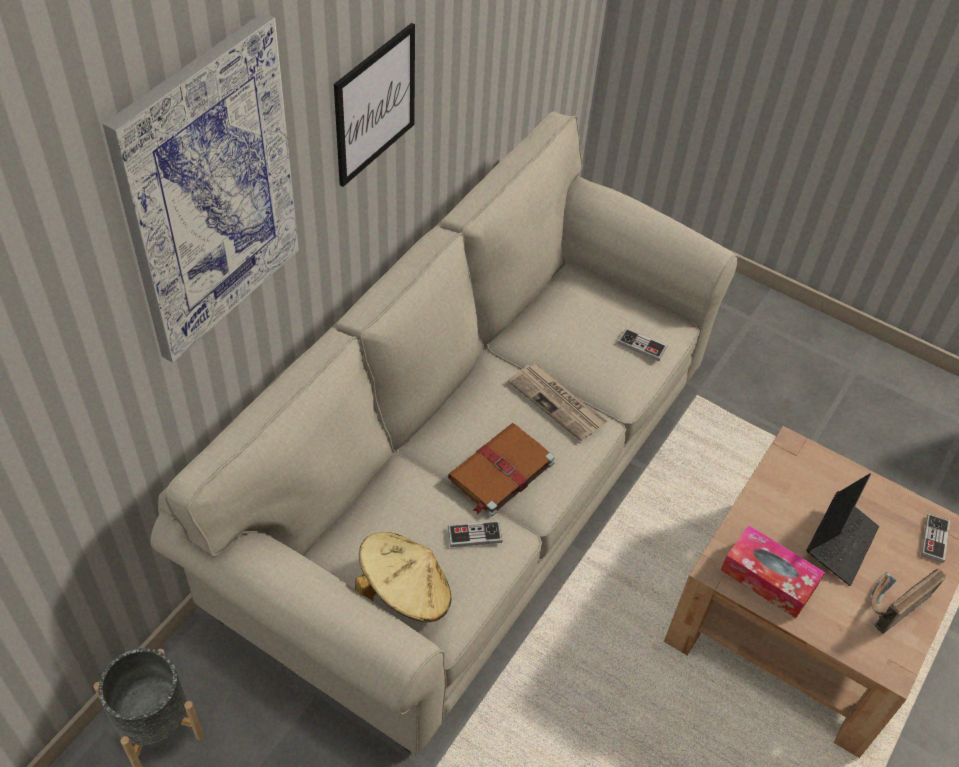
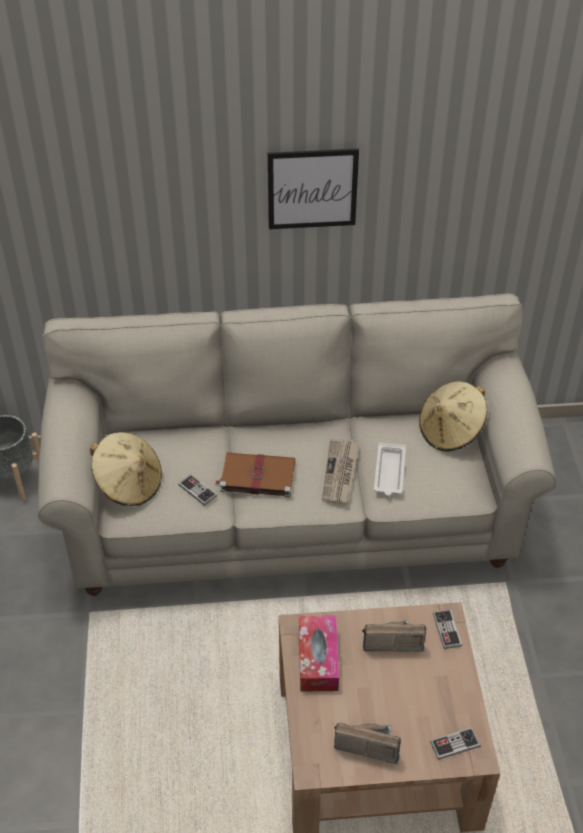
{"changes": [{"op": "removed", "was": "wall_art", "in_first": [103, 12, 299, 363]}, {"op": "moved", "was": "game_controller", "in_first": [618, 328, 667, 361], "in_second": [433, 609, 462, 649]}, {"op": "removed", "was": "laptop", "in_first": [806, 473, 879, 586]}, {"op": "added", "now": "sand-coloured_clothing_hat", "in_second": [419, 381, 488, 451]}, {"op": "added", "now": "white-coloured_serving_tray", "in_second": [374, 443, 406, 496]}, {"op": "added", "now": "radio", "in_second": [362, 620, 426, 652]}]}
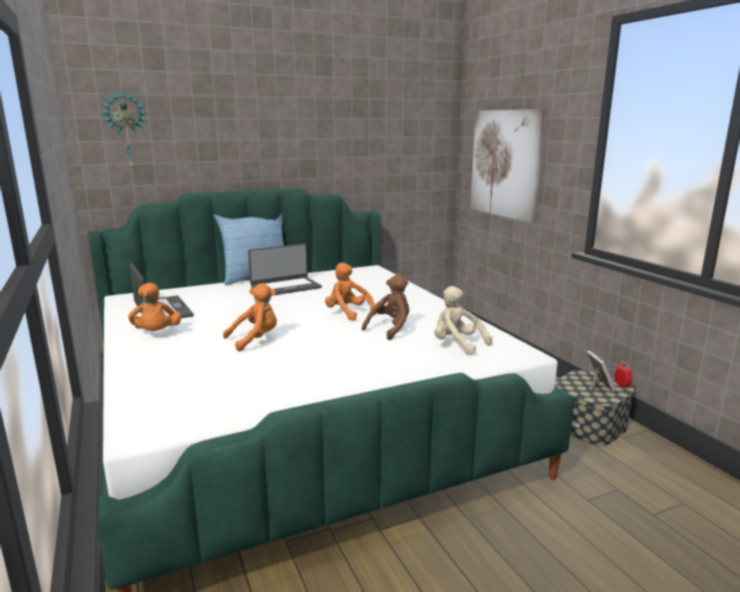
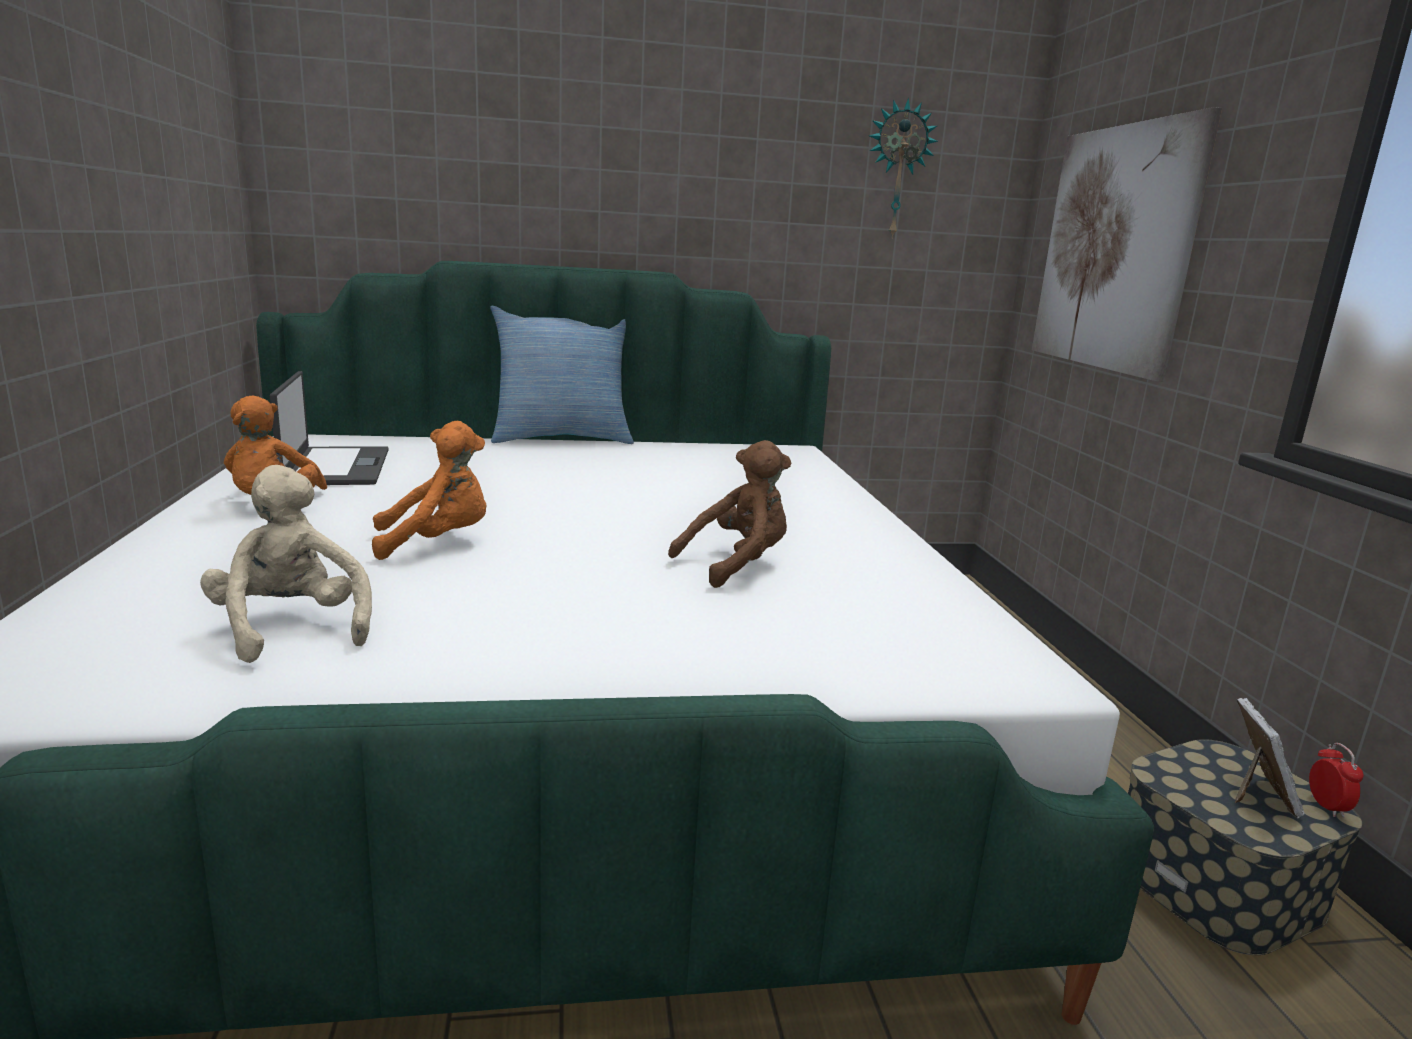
{"changes": [{"op": "moved", "was": "clock_on_the_wall", "in_first": [101, 91, 148, 170], "in_second": [868, 98, 938, 238]}, {"op": "removed", "was": "laptop", "in_first": [248, 243, 322, 295]}, {"op": "removed", "was": "orangey_plush_toy", "in_first": [325, 263, 376, 321]}, {"op": "moved", "was": "sand-coloured_plush_toy", "in_first": [434, 286, 492, 355], "in_second": [200, 465, 372, 663]}]}
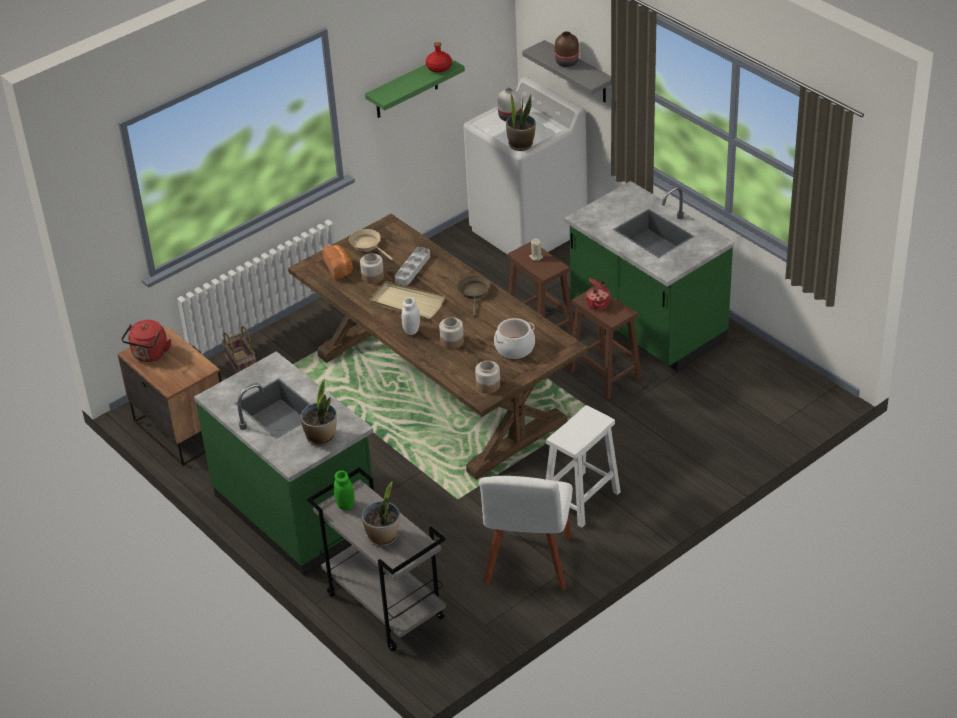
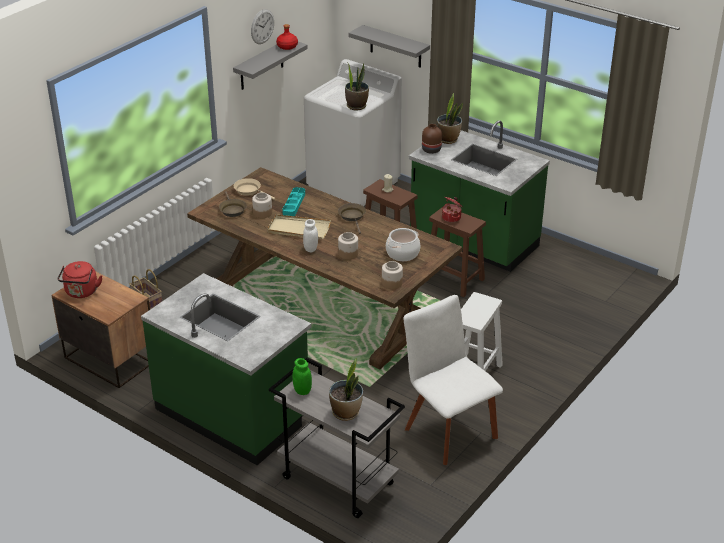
{"changes": [{"op": "moved", "was": "brown-coloured_flower_vase", "in_first": [555, 31, 579, 67], "in_second": [422, 124, 442, 154]}, {"op": "recoloured", "was": "green_bracket_shelf", "now": "greyish_bracket_shelf", "in_first": [365, 59, 465, 118], "in_second": [233, 42, 308, 90]}, {"op": "removed", "was": "white-coloured_flower_vase", "in_first": [498, 87, 521, 121]}, {"op": "replaced", "was": "baked_bread", "now": "brown-coloured_frying_pan", "in_first": [323, 245, 353, 280], "in_second": [219, 191, 247, 217]}, {"op": "recoloured", "was": "greyish_serving_tray", "now": "blue-green_serving_tray", "in_first": [395, 247, 430, 286], "in_second": [282, 187, 305, 216]}, {"op": "moved", "was": "plant_in_a_pot", "in_first": [300, 378, 337, 446], "in_second": [437, 93, 463, 144]}, {"op": "turned", "was": "white-coloured_plain_chair", "in_first": [479, 476, 573, 590], "in_second": [404, 295, 503, 465], "clockwise": 150}, {"op": "added", "now": "clock_on_the_wall", "in_second": [251, 9, 274, 44]}]}
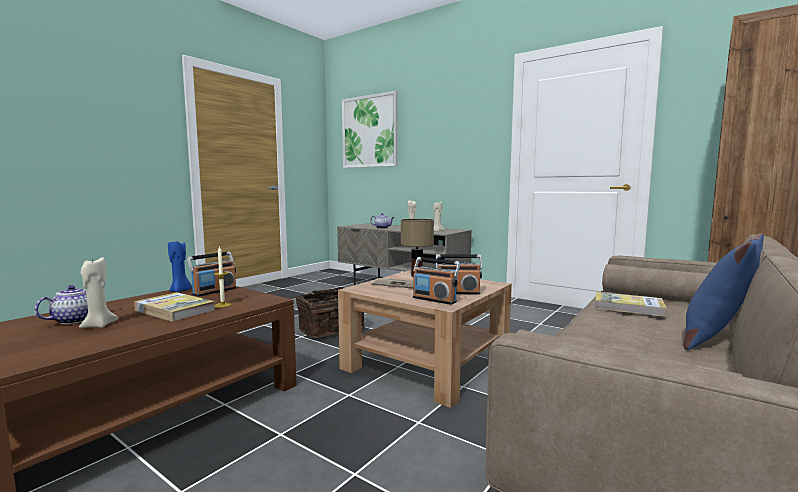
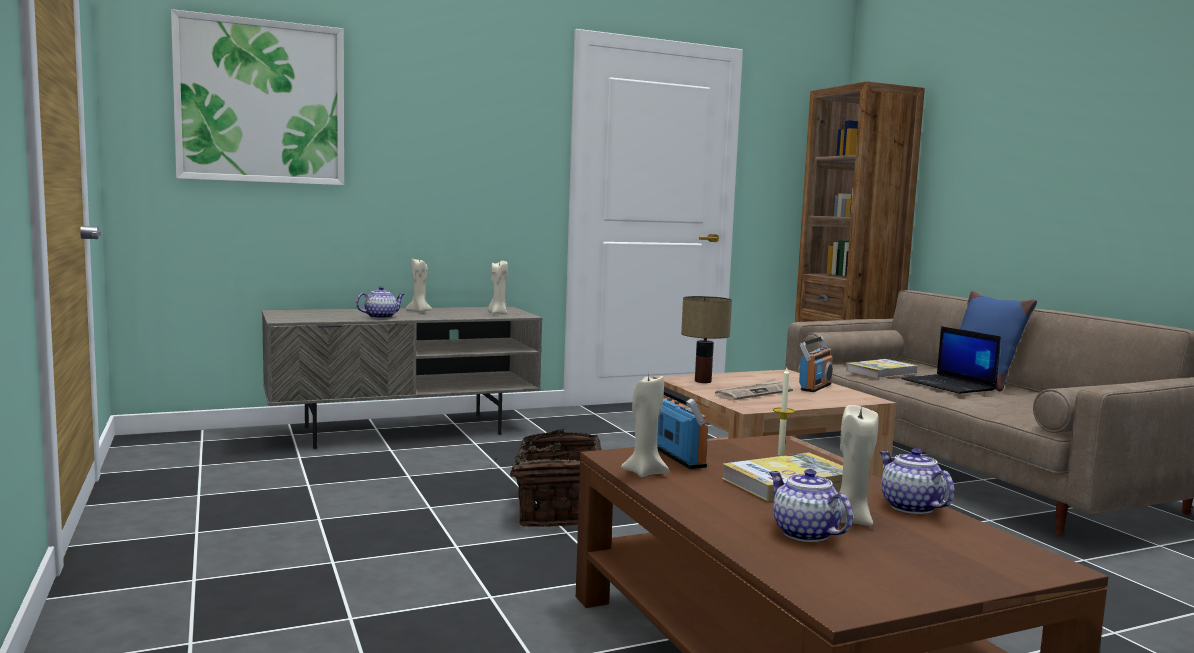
{"changes": [{"op": "recoloured", "was": "blue-coloured_candle", "now": "sand-coloured_candle", "in_first": [168, 240, 192, 292], "in_second": [621, 376, 669, 478]}, {"op": "removed", "was": "radio", "in_first": [413, 257, 460, 305]}, {"op": "added", "now": "laptop", "in_second": [902, 326, 1001, 394]}, {"op": "added", "now": "tea_pot", "in_second": [879, 448, 955, 514]}]}
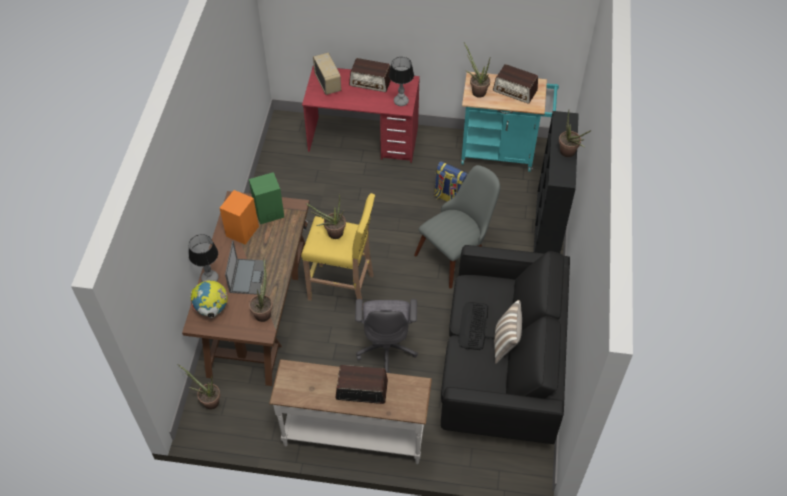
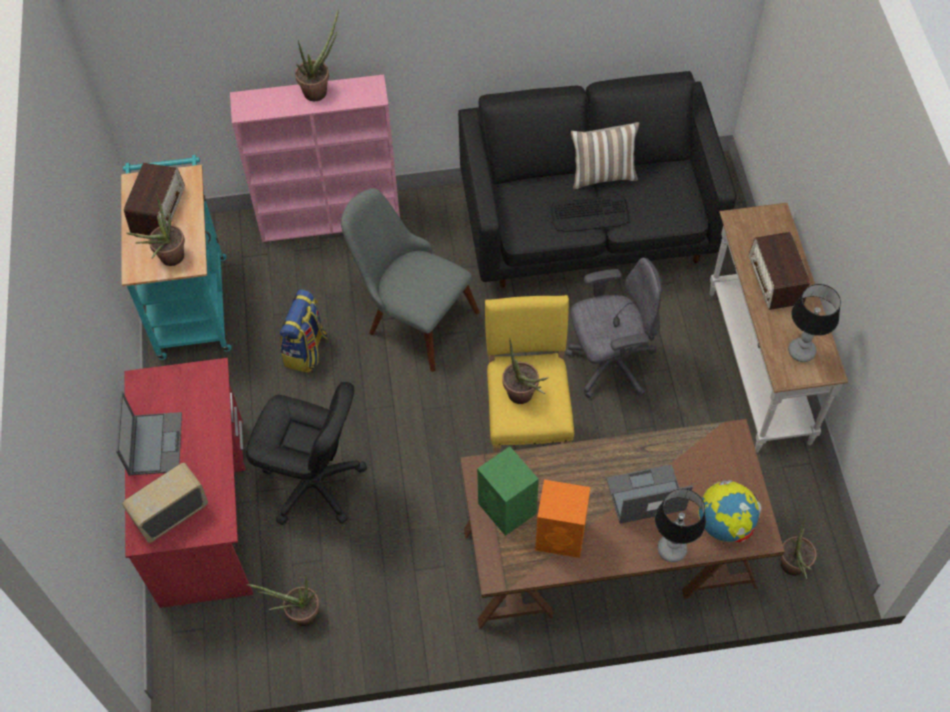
{"changes": [{"op": "moved", "was": "tabletop_lamp", "in_first": [389, 57, 414, 106], "in_second": [788, 284, 841, 362]}, {"op": "replaced", "was": "radio", "now": "laptop", "in_first": [349, 58, 391, 92], "in_second": [116, 391, 182, 475]}, {"op": "recoloured", "was": "blackish_shelving_unit", "now": "pink-coloured_shelving_unit", "in_first": [533, 111, 579, 254], "in_second": [230, 75, 400, 242]}, {"op": "moved", "was": "plant_in_a_pot", "in_first": [249, 258, 273, 322], "in_second": [246, 575, 319, 626]}, {"op": "added", "now": "blackish_desk_chair", "in_second": [246, 382, 367, 525]}]}
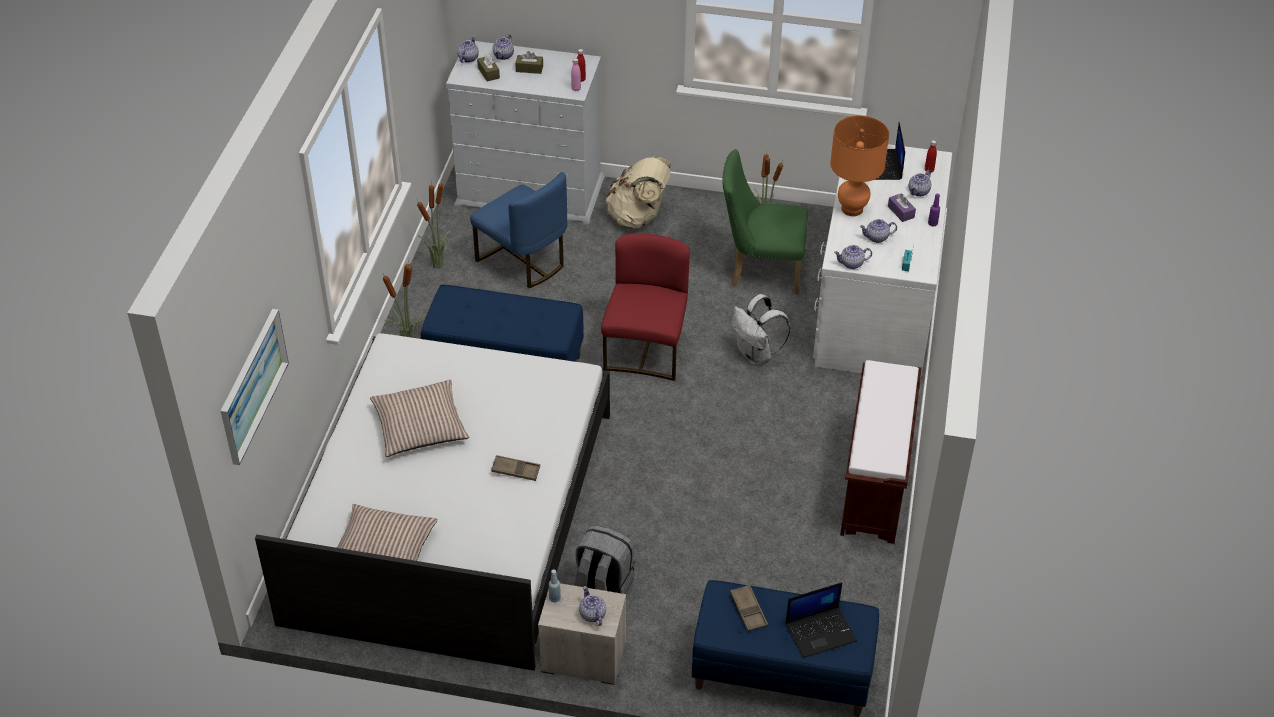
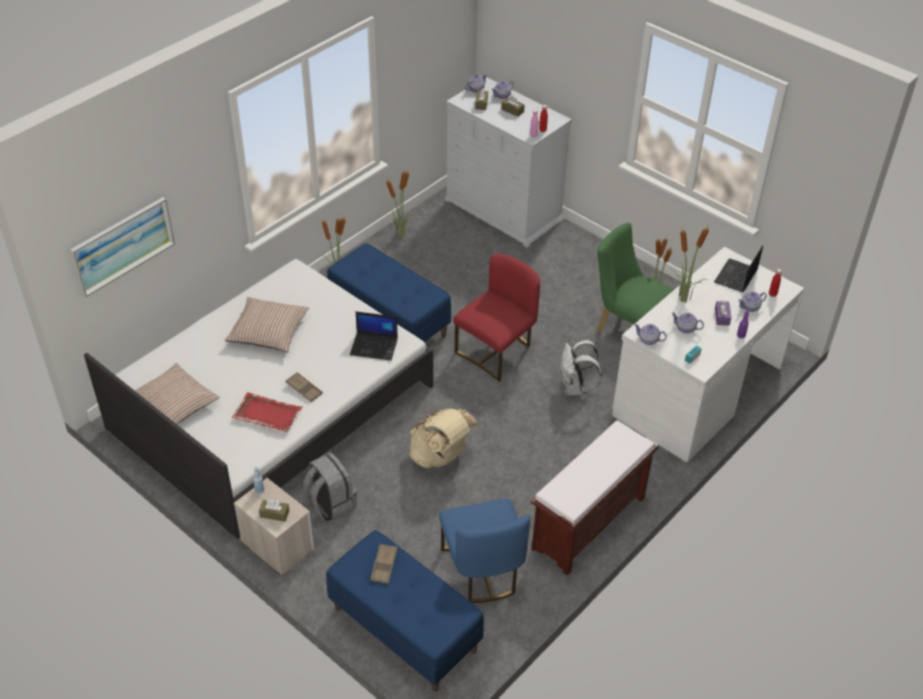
{"changes": [{"op": "replaced", "was": "orangey_tabletop_lamp", "now": "plant_in_a_pot", "in_first": [830, 116, 889, 216], "in_second": [669, 225, 709, 302]}, {"op": "moved", "was": "sand-coloured_knapsack", "in_first": [605, 157, 671, 228], "in_second": [410, 408, 477, 468]}, {"op": "moved", "was": "blue-coloured_plain_chair", "in_first": [470, 172, 567, 288], "in_second": [439, 498, 530, 603]}, {"op": "moved", "was": "laptop", "in_first": [786, 582, 857, 658], "in_second": [350, 311, 398, 361]}, {"op": "replaced", "was": "tea_pot", "now": "brown-coloured_tissue_holder", "in_first": [579, 586, 606, 626], "in_second": [259, 499, 289, 522]}, {"op": "added", "now": "red_serving_tray", "in_second": [232, 392, 303, 432]}]}
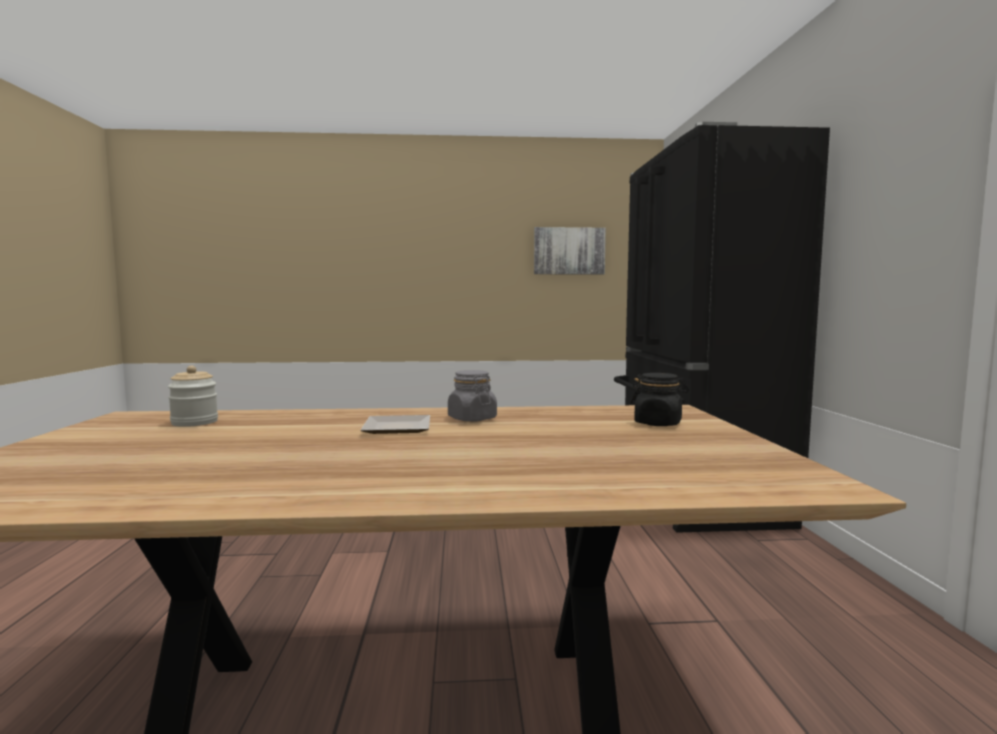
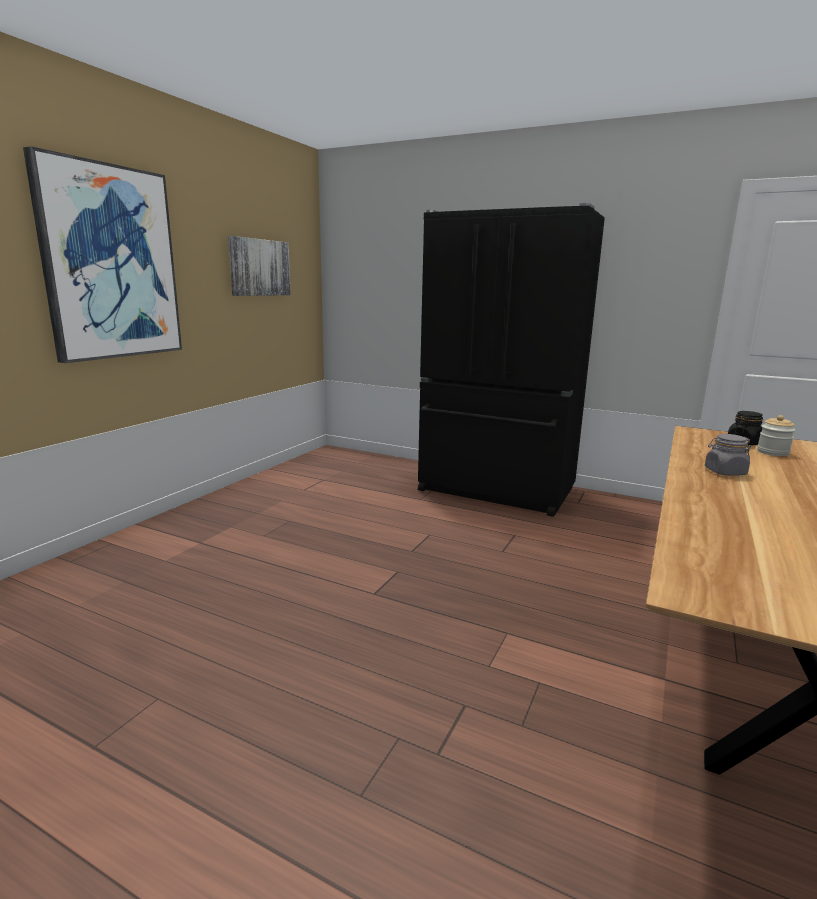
{"changes": [{"op": "moved", "was": "preserve_jar", "in_first": [168, 365, 218, 427], "in_second": [757, 415, 795, 456]}, {"op": "removed", "was": "dinner_plate", "in_first": [361, 415, 430, 434]}, {"op": "added", "now": "wall_art", "in_second": [23, 146, 182, 363]}]}
